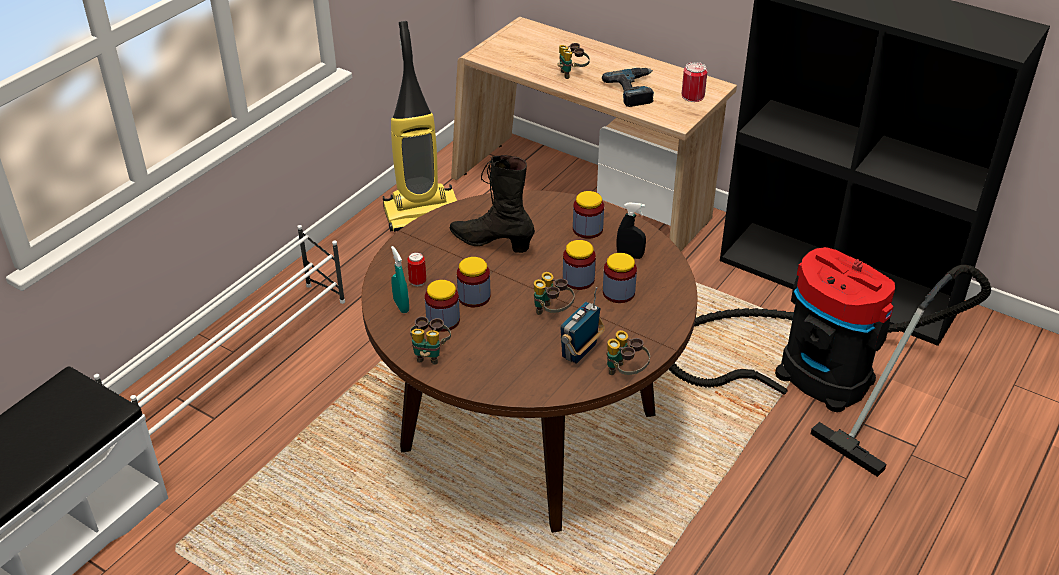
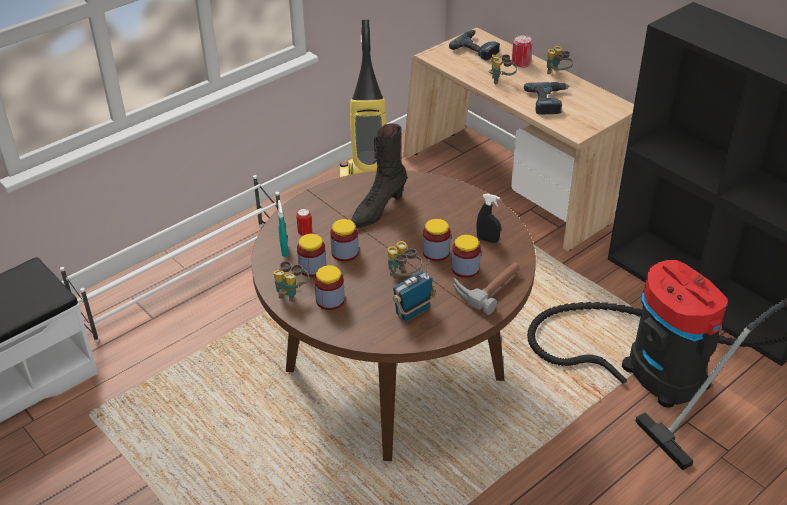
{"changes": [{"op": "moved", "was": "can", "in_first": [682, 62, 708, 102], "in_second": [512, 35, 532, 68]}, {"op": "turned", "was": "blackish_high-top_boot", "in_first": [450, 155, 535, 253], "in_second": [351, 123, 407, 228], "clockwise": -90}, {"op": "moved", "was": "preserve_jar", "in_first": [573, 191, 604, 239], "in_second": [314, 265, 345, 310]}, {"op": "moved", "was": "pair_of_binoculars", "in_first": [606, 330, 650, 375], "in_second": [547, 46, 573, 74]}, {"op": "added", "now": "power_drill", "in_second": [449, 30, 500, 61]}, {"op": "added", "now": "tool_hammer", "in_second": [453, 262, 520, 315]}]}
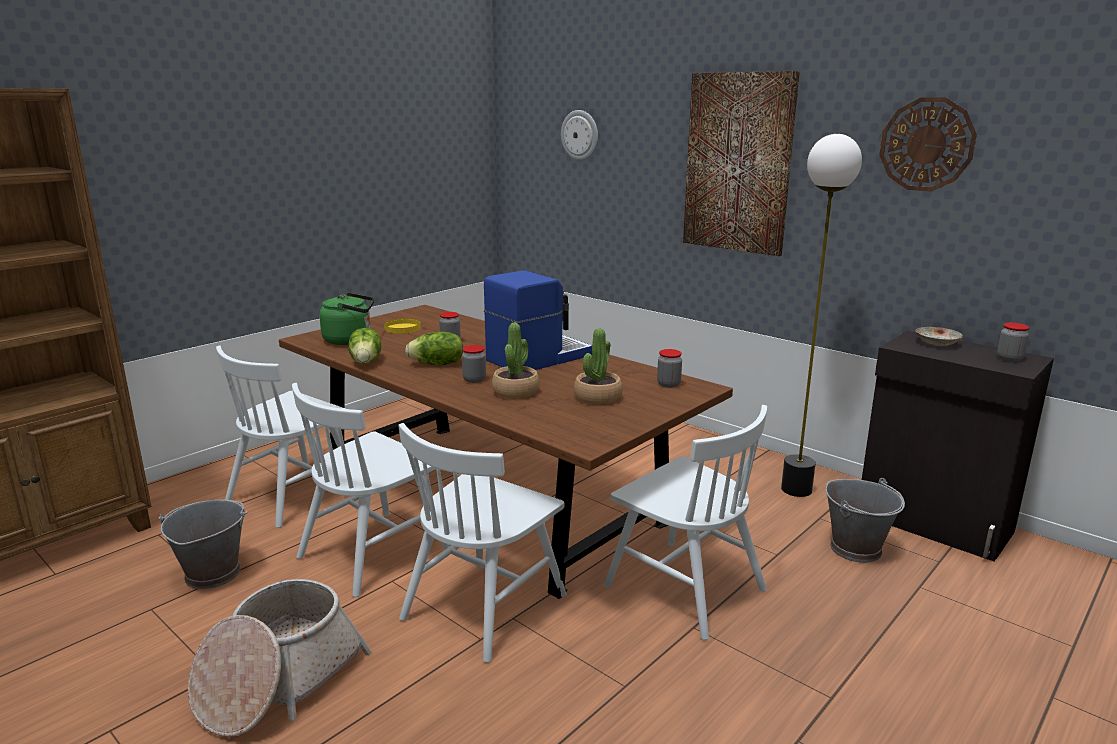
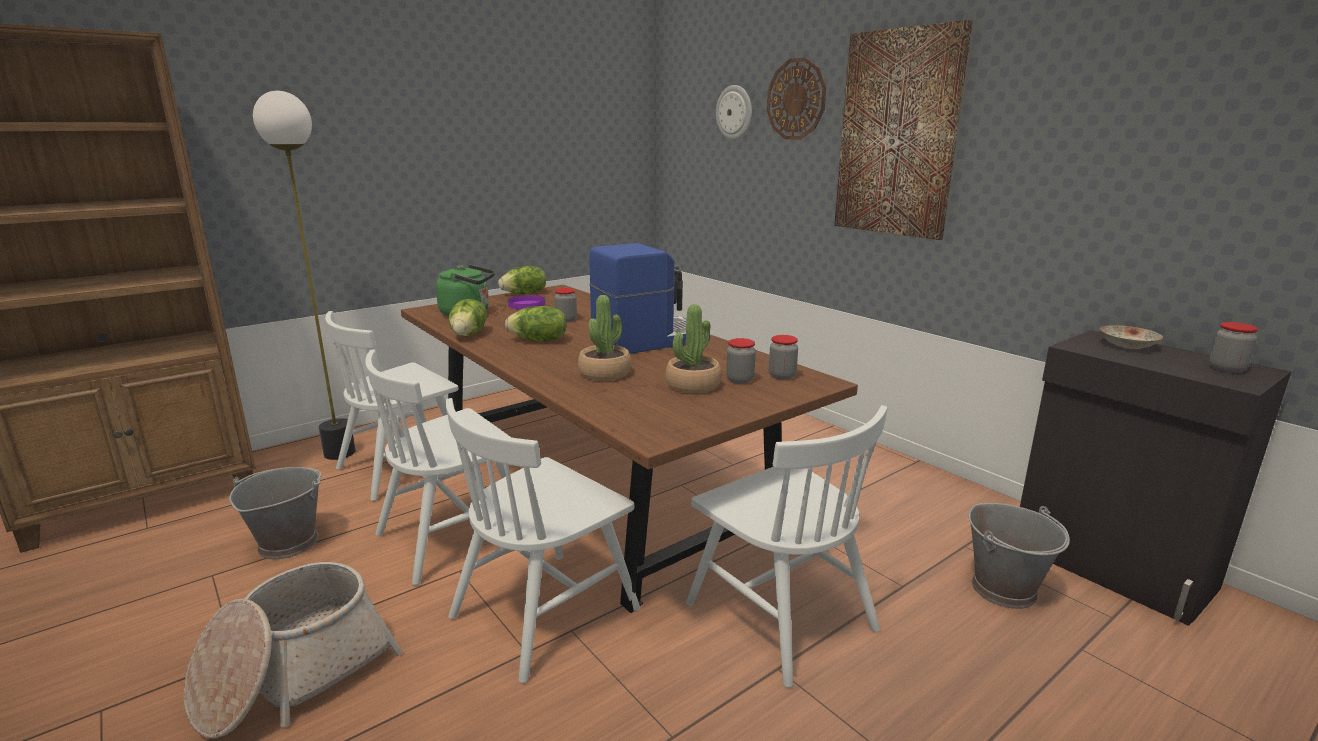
{"changes": [{"op": "moved", "was": "clock_on_the_wall", "in_first": [879, 98, 977, 192], "in_second": [767, 57, 826, 140]}, {"op": "moved", "was": "floor_lamp", "in_first": [781, 134, 862, 497], "in_second": [253, 91, 356, 460]}, {"op": "recoloured", "was": "yellow-coloured_dinner_plate", "now": "purple_dinner_plate", "in_first": [384, 318, 421, 334], "in_second": [508, 295, 545, 310]}, {"op": "moved", "was": "preserve_jar", "in_first": [462, 345, 486, 383], "in_second": [726, 338, 756, 384]}, {"op": "added", "now": "head_of_lettuce", "in_second": [498, 266, 546, 294]}]}
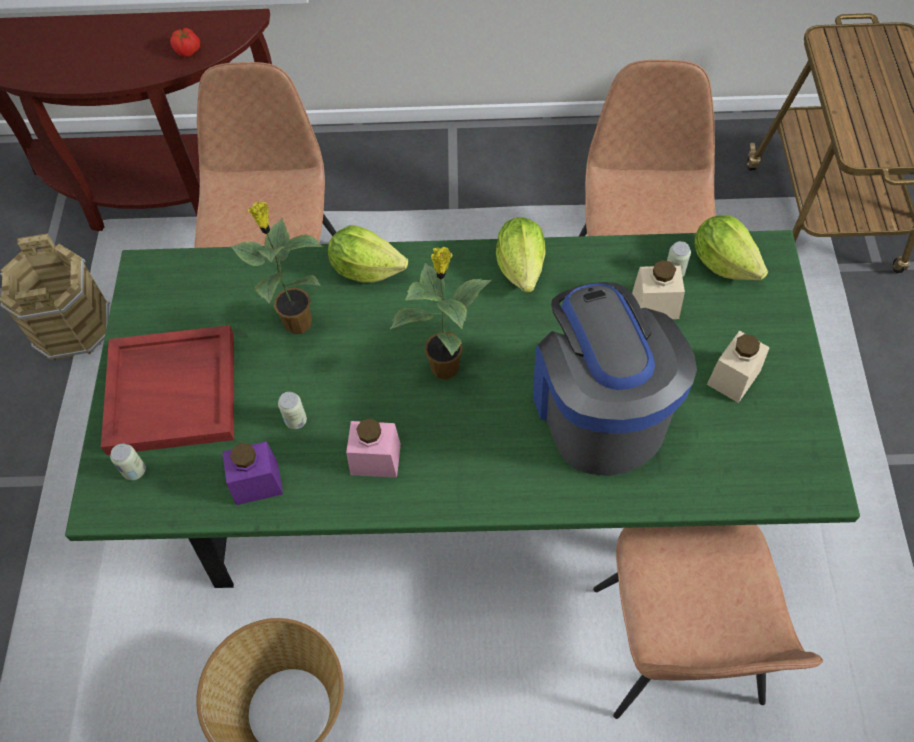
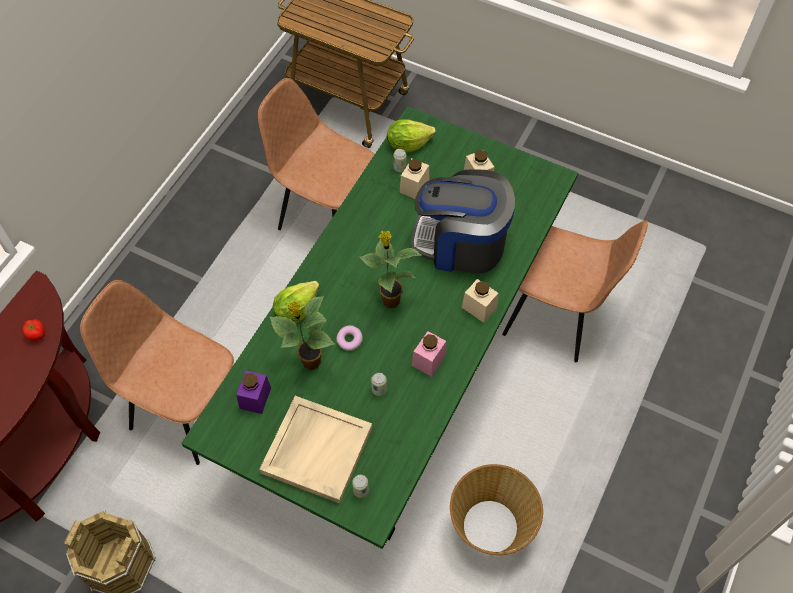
{"changes": [{"op": "removed", "was": "head_of_lettuce", "in_first": [496, 217, 545, 293]}, {"op": "recoloured", "was": "red_serving_tray", "now": "sand-coloured_serving_tray", "in_first": [101, 325, 234, 455], "in_second": [259, 396, 372, 504]}, {"op": "moved", "was": "purple_preserve_jar", "in_first": [222, 442, 283, 505], "in_second": [236, 370, 271, 414]}, {"op": "added", "now": "sand-coloured_preserve_jar", "in_second": [461, 279, 499, 323]}, {"op": "added", "now": "doughnut", "in_second": [336, 325, 362, 351]}]}
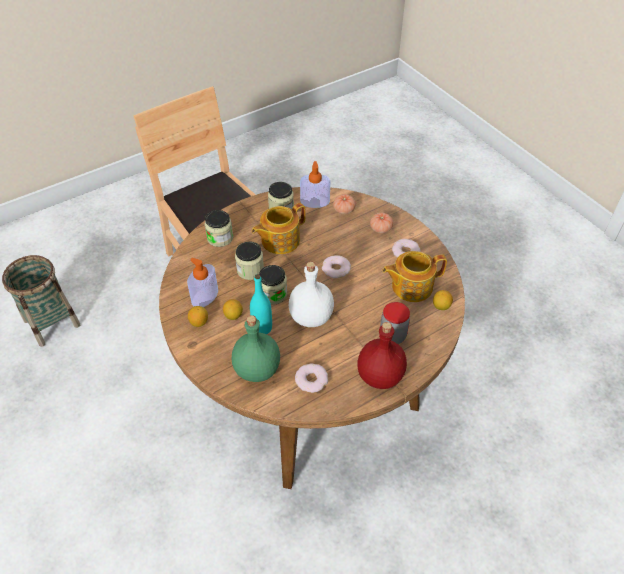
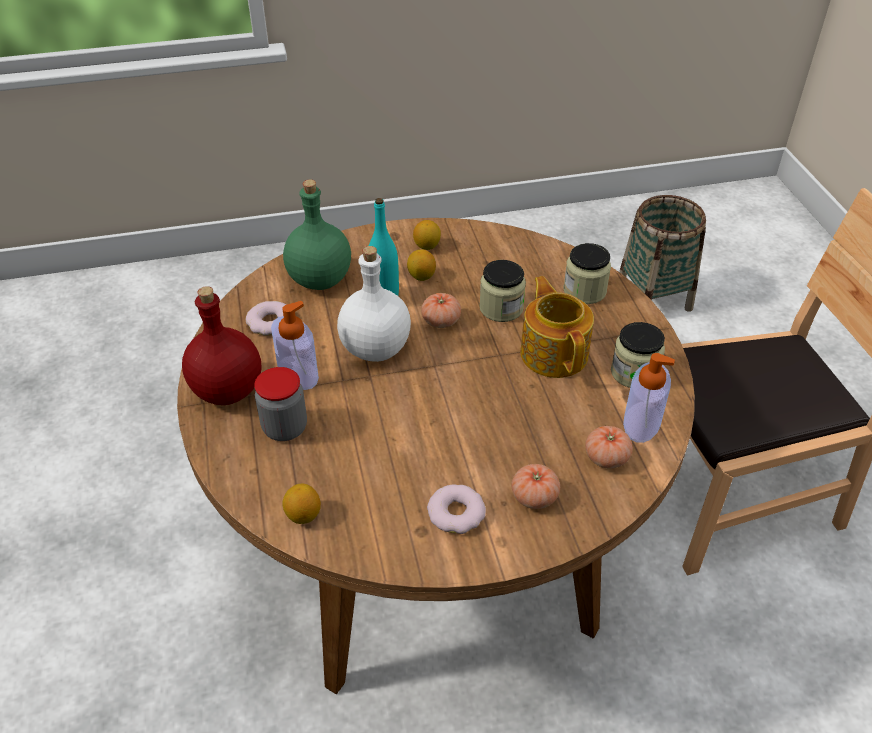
{"changes": [{"op": "removed", "was": "tea_pot", "in_first": [382, 251, 447, 302]}, {"op": "removed", "was": "doughnut", "in_first": [322, 255, 351, 278]}, {"op": "moved", "was": "soap_bottle", "in_first": [187, 258, 218, 307], "in_second": [271, 301, 319, 390]}, {"op": "replaced", "was": "preserve_jar", "now": "whole_tomato", "in_first": [259, 265, 287, 305], "in_second": [421, 293, 461, 328]}]}
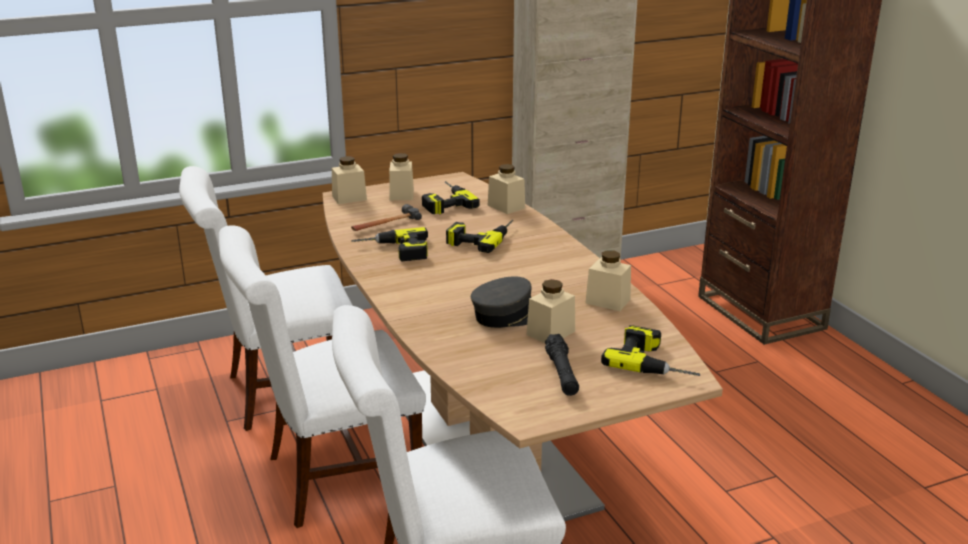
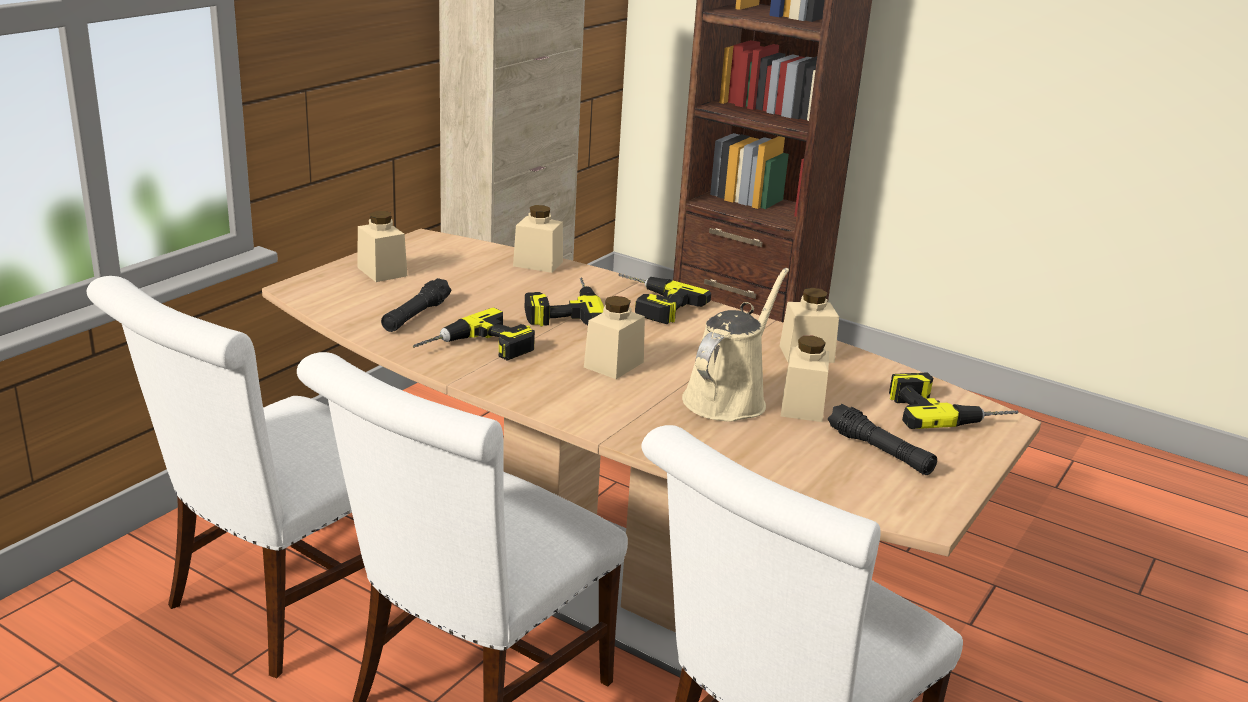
{"changes": [{"op": "moved", "was": "sand-coloured_preserve_jar", "in_first": [332, 156, 367, 204], "in_second": [584, 296, 645, 379]}, {"op": "moved", "was": "power_drill", "in_first": [422, 181, 479, 214], "in_second": [618, 273, 711, 324]}, {"op": "replaced", "was": "tool_hammer", "now": "blackish_hand_torch", "in_first": [351, 204, 422, 231], "in_second": [381, 278, 451, 332]}, {"op": "replaced", "was": "greyish_peaked_cap", "now": "sand-coloured_watering_pot", "in_first": [471, 276, 532, 328], "in_second": [682, 268, 789, 422]}]}
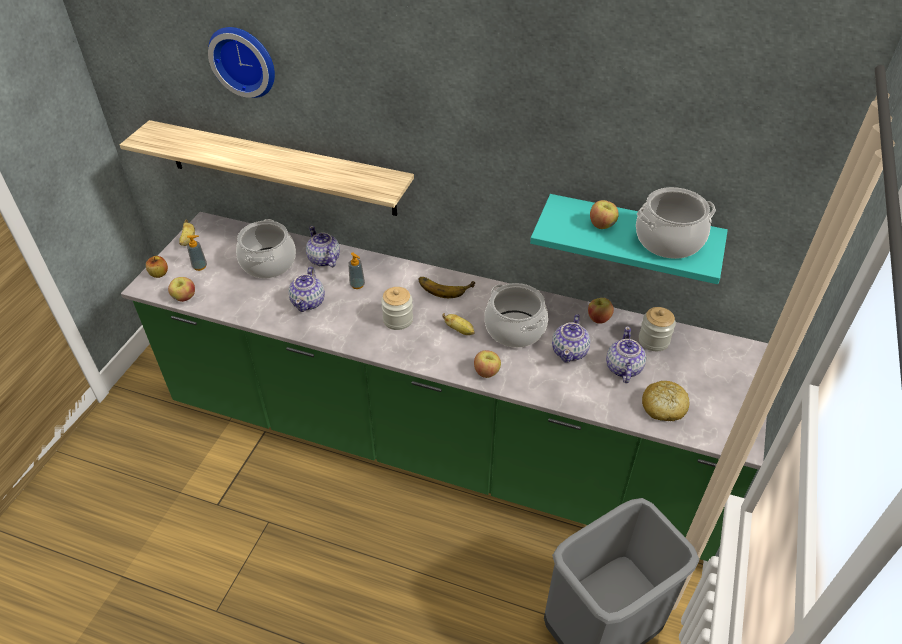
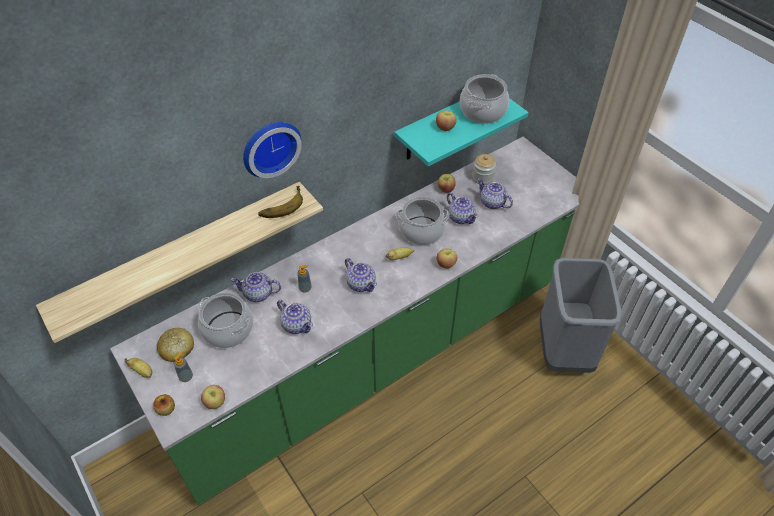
{"changes": [{"op": "moved", "was": "clock_on_the_wall", "in_first": [208, 27, 275, 98], "in_second": [243, 122, 302, 178]}, {"op": "moved", "was": "banana_fruit", "in_first": [419, 277, 475, 298], "in_second": [258, 186, 303, 218]}, {"op": "replaced", "was": "preserve_jar", "now": "tea_pot", "in_first": [381, 287, 413, 330], "in_second": [345, 258, 377, 292]}, {"op": "moved", "was": "baked_bread", "in_first": [642, 381, 689, 421], "in_second": [157, 328, 194, 362]}]}
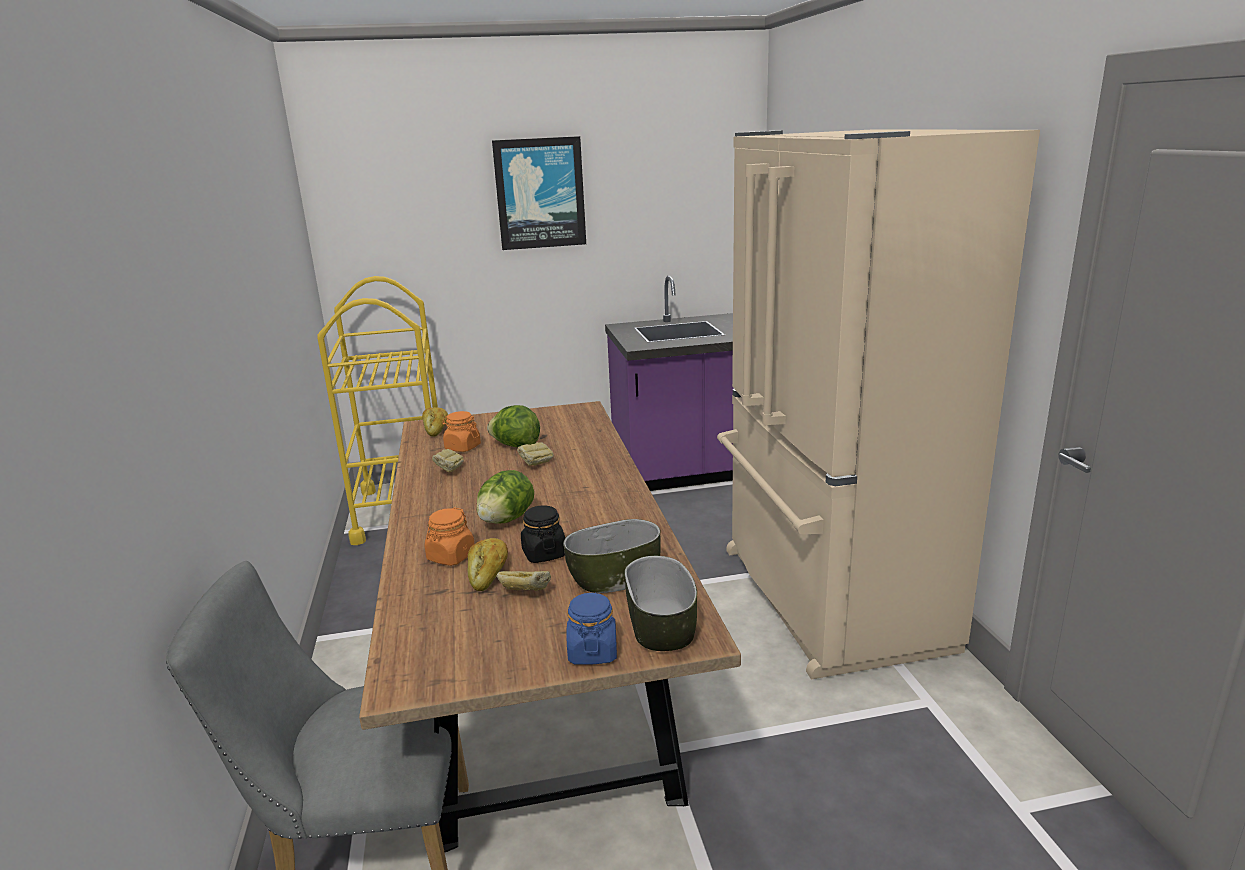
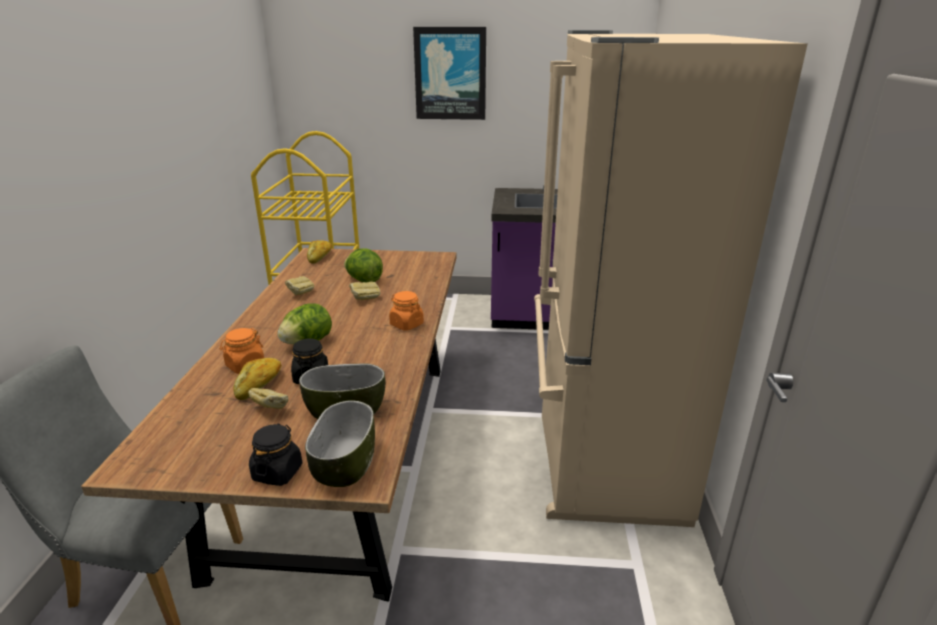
{"changes": [{"op": "moved", "was": "orangey_preserve_jar", "in_first": [442, 411, 481, 452], "in_second": [389, 291, 424, 331]}, {"op": "recoloured", "was": "blue-coloured_preserve_jar", "now": "blackish_preserve_jar", "in_first": [567, 592, 617, 664], "in_second": [249, 424, 302, 486]}]}
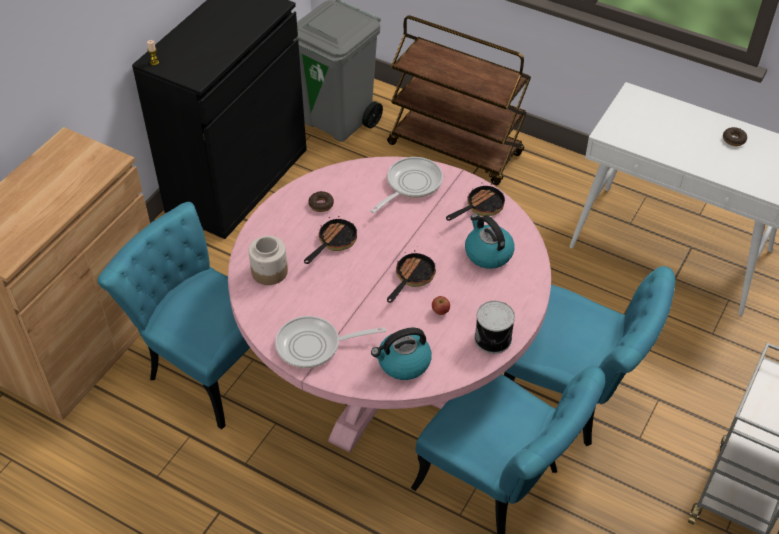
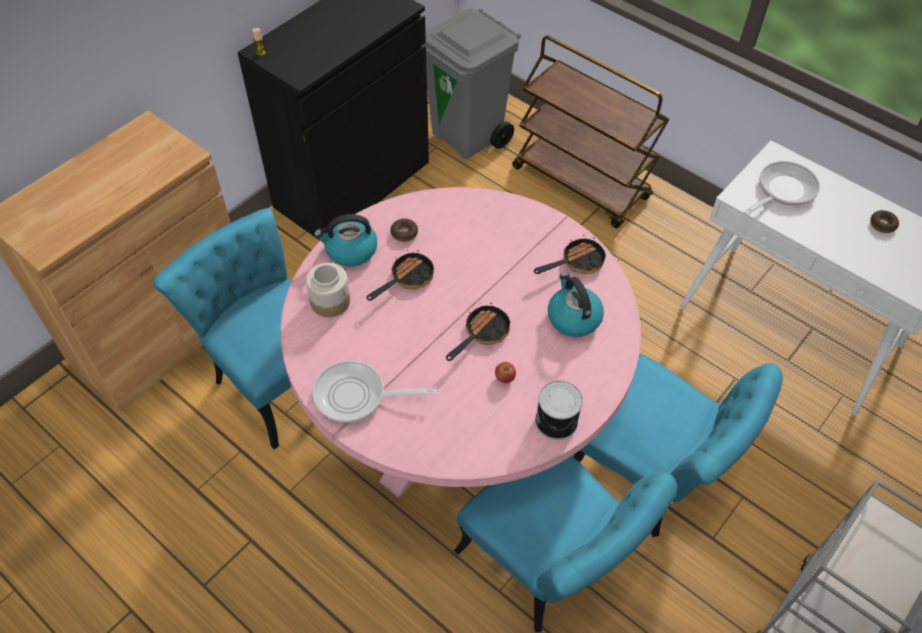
{"changes": [{"op": "moved", "was": "frying_pan", "in_first": [370, 157, 443, 213], "in_second": [743, 161, 820, 216]}, {"op": "moved", "was": "kettle", "in_first": [371, 328, 432, 380], "in_second": [314, 214, 377, 267]}]}
